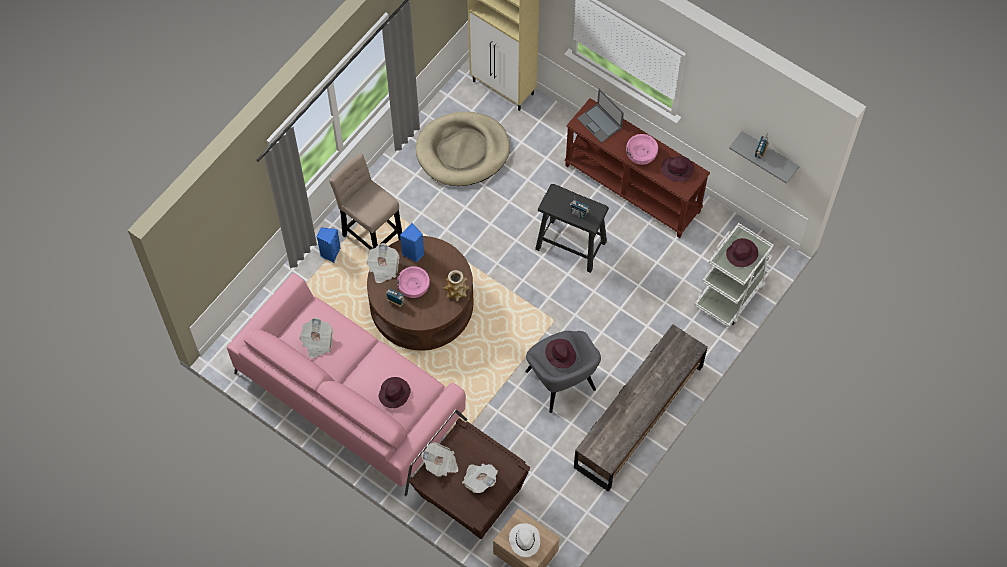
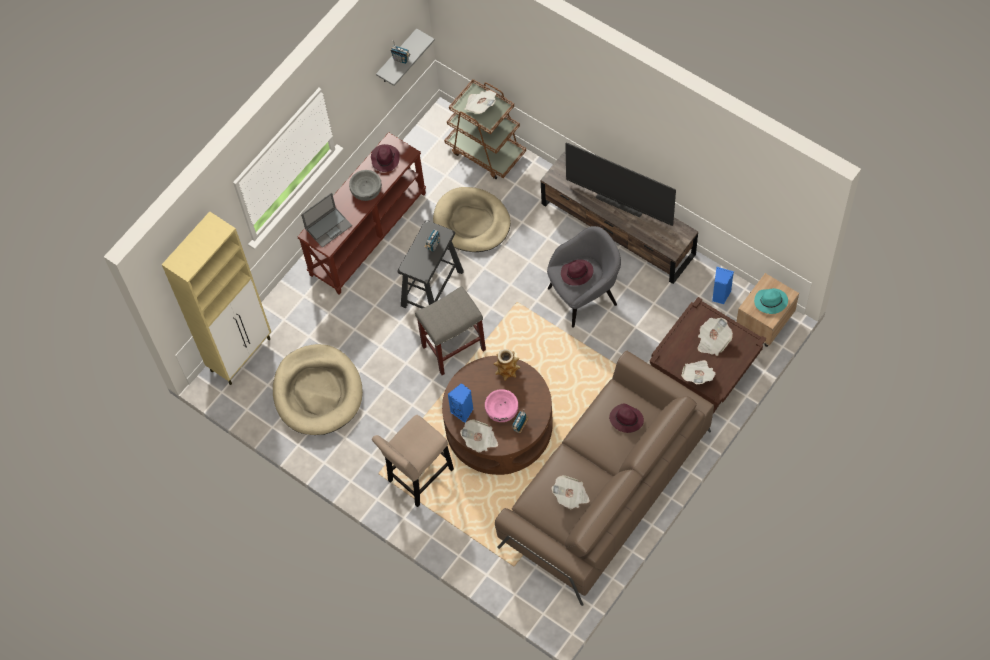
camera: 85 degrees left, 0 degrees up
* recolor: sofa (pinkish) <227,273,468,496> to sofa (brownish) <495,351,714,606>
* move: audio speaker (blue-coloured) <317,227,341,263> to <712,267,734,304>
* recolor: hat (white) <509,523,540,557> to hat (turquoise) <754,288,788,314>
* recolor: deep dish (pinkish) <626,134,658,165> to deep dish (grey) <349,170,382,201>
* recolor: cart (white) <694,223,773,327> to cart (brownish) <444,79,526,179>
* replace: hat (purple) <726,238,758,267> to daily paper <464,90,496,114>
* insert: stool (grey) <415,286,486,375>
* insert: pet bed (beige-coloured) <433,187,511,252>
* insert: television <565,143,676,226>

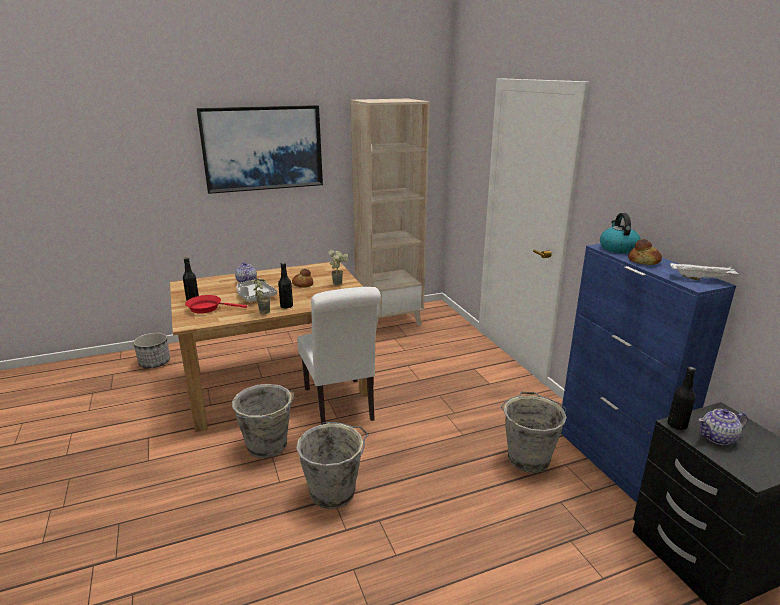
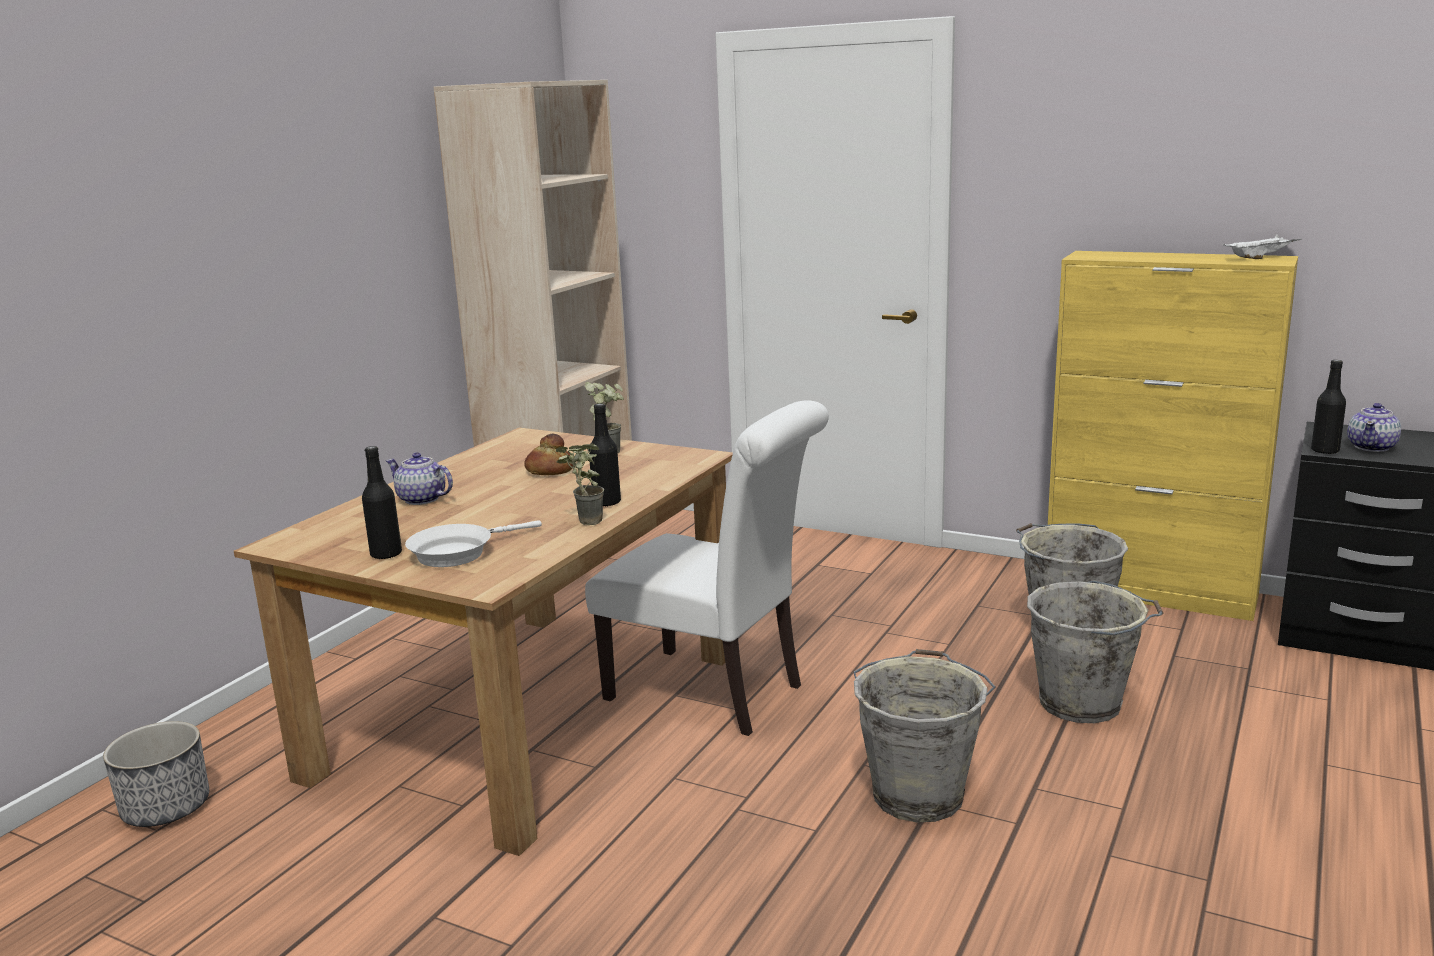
camera: 40 degrees left, 5 degrees down
* recolor: frying pan (reddish) <185,295,247,313> to frying pan (white) <405,520,542,567>
* delete: picture <196,105,323,194>
* move: pail (grey) <232,384,294,458> to <1027,581,1163,723>
* delete: serving tray (grey) <237,278,277,302>
* recolor: cupboard (blue-coloured) <561,244,736,503> to cupboard (yellow-coloured) <1048,251,1298,621>
* delete: tea kettle <600,213,641,253>
* delete: bakery bread <628,239,662,265>

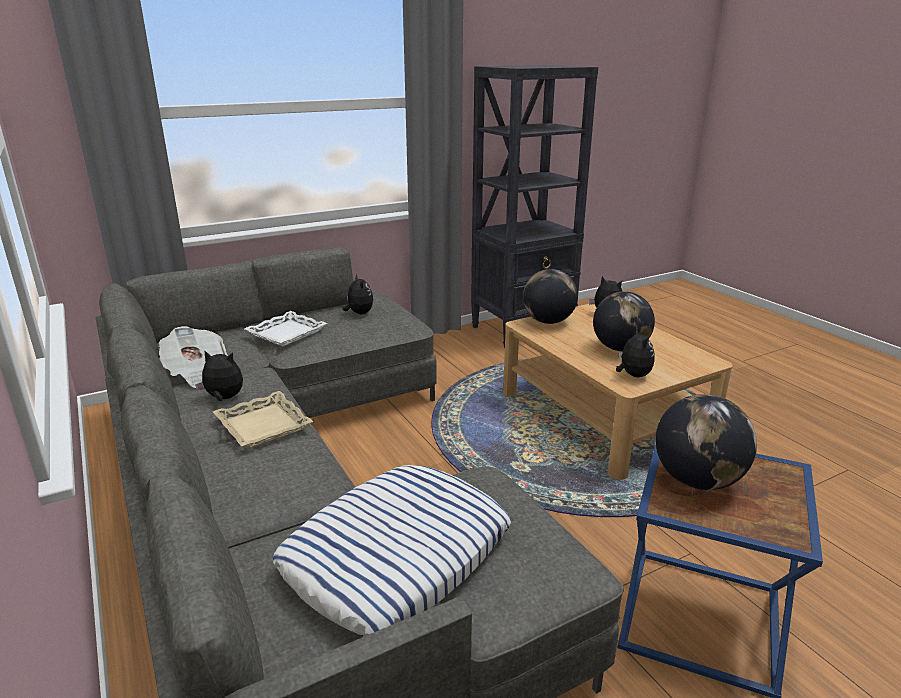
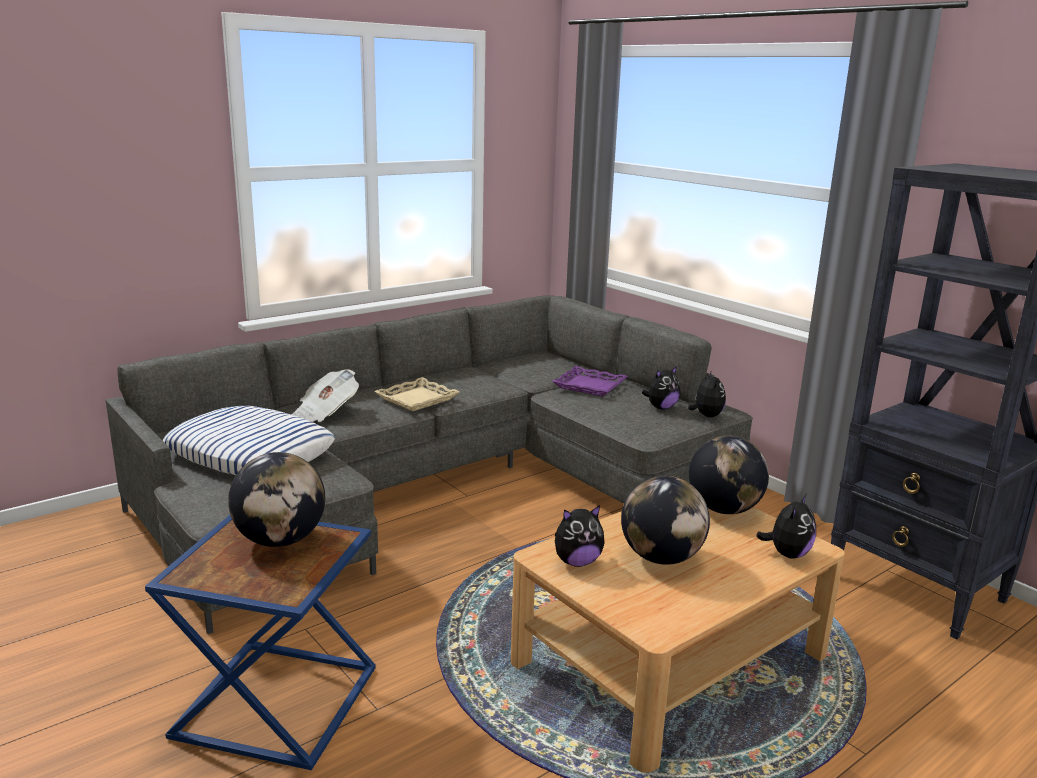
camera: 80 degrees right, 5 degrees down
* move: daily paper <159,326,228,388> to <292,369,359,422>
* move: cuddly toy <195,351,243,401> to <688,370,726,417>
* recolor: serving tray (white) <244,311,328,346> to serving tray (purple) <552,366,628,397>

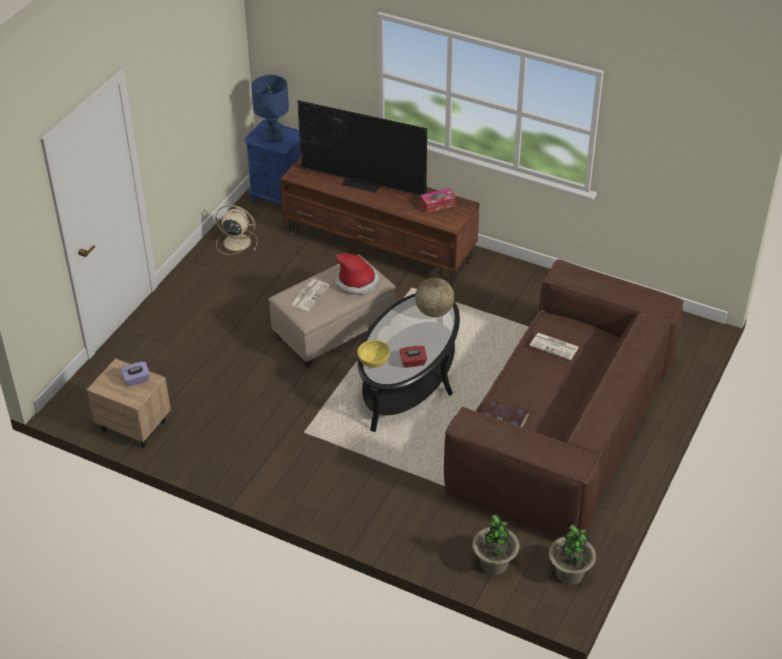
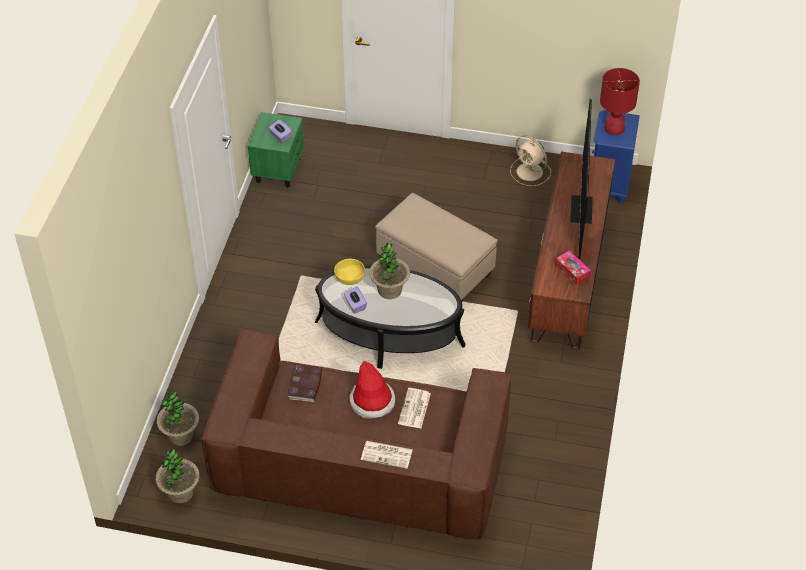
camera: 75 degrees right, 5 degrees up
* recolor: nightstand (beige-coloured) <87,358,171,448> to nightstand (greenish) <248,112,304,188>
* rotate: fan (beige-coloured) <215,205,257,255> = <510,135,551,186> 135 degrees clockwise
* recolor: tabletop lamp (blue-coloured) <251,75,289,143> to tabletop lamp (reddish) <600,68,640,135>
* move: daily paper <290,279,330,311> to <361,441,413,469>
* move: hat <335,253,379,295> to <350,361,395,419>
* recolor: box of tissues (reddish) <399,346,427,367> to box of tissues (purple) <344,286,367,313>
* delete: world globe <415,278,455,317>
* insert: potted plant <369,243,410,299>

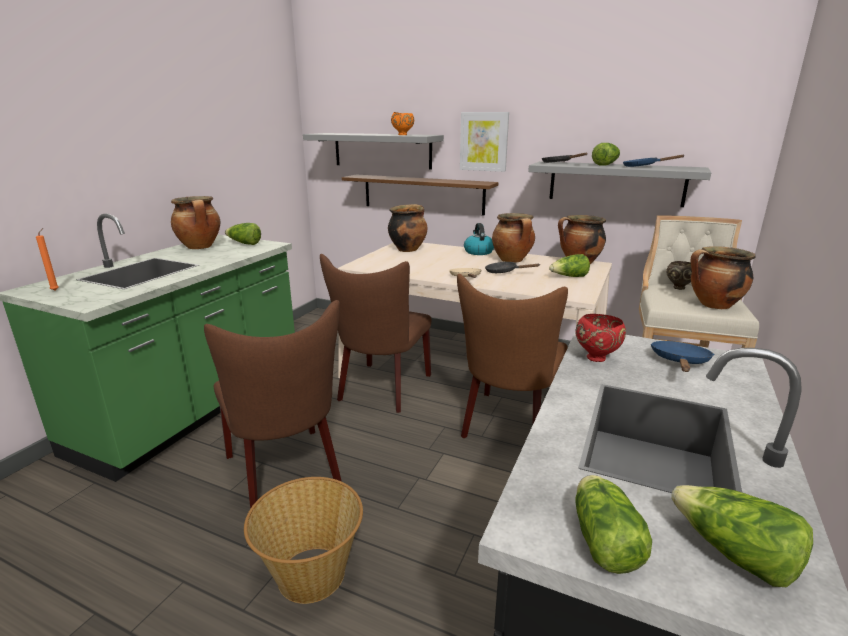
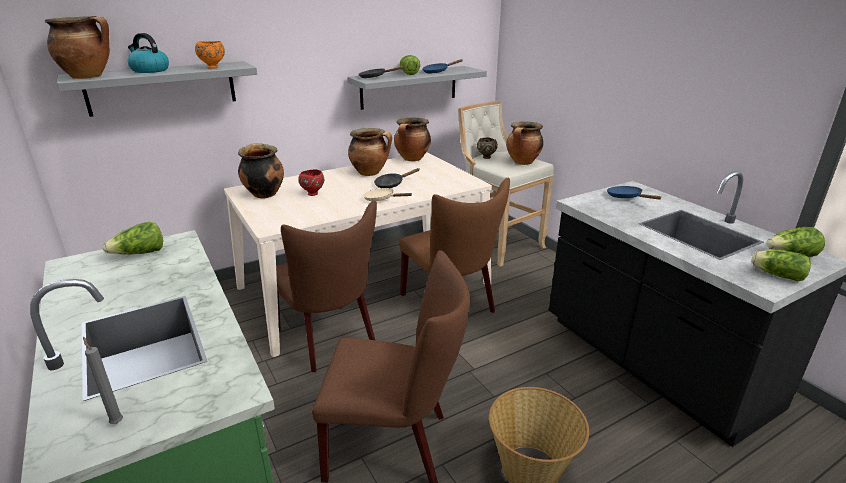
camera: 55 degrees left, 5 degrees up
* recolor: wax light (orange-coloured) <36,228,59,291> to wax light (grey) <83,337,123,424>
* move: saucepot <171,196,220,249> to <45,16,110,79>
* delete: shelf (brownish) <342,175,498,216>
* delete: picture <460,112,509,172>
* move: tea kettle <464,223,494,255> to <128,33,169,73>
* delete: head of lettuce <549,254,590,277>
* move: deep dish (reddish) <576,314,626,362> to <298,169,324,196>

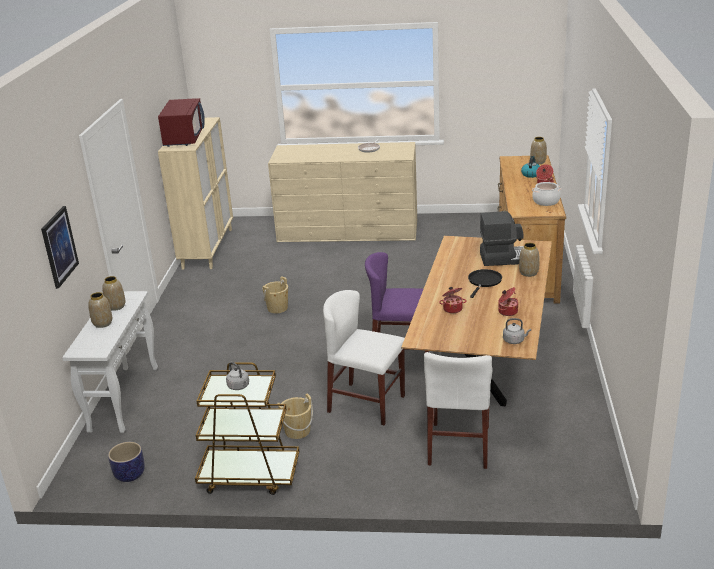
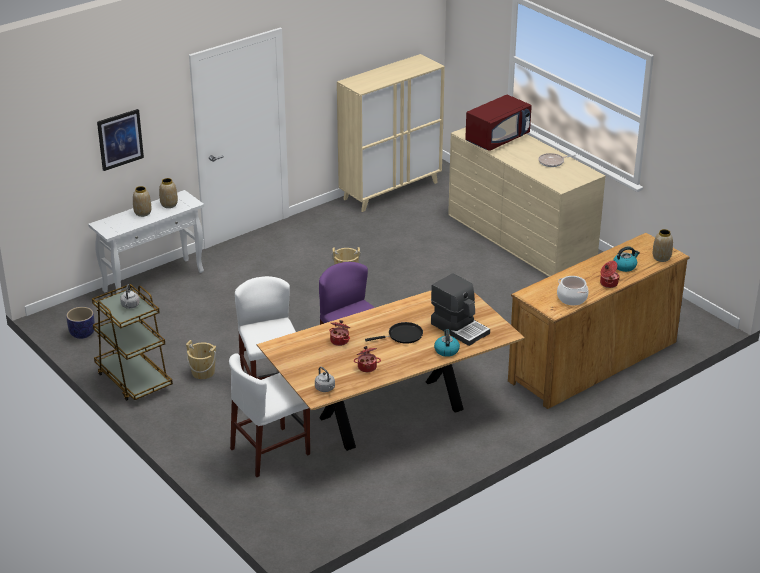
camera: 45 degrees right, 5 degrees up
* move: kitchen microwave (reddish) <158,98,205,147> to <465,95,532,151>
* replace: decorative vase <519,243,540,277> to tea kettle <434,329,460,357>

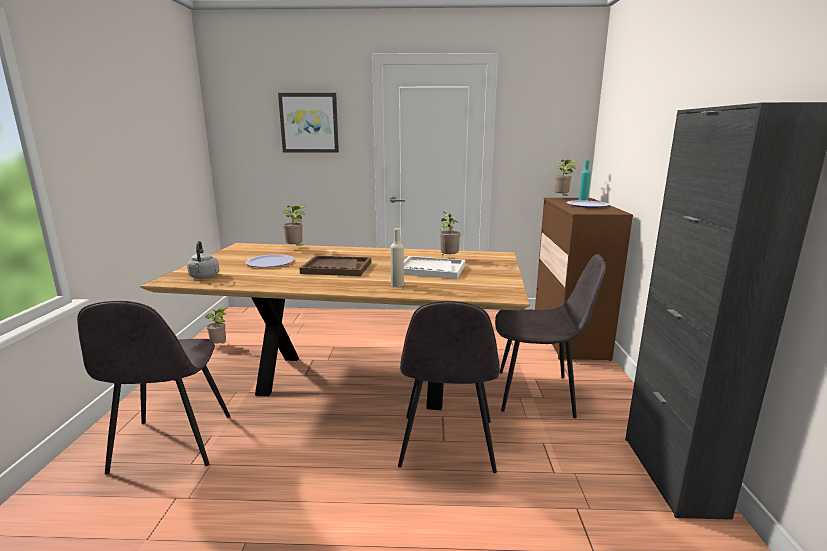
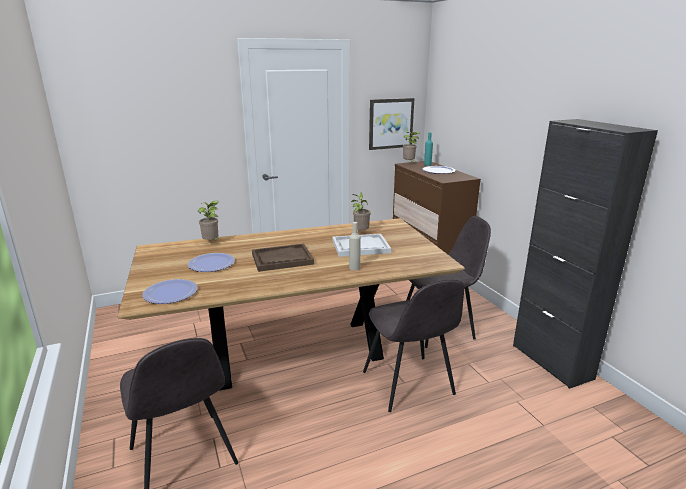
camera: 25 degrees left, 5 degrees up
* replace: tea kettle (grey) <187,241,219,279> to flat dish <142,279,198,304>
* delete: potted plant <206,307,227,344>
* move: picture <278,93,339,152> to <369,98,414,150>

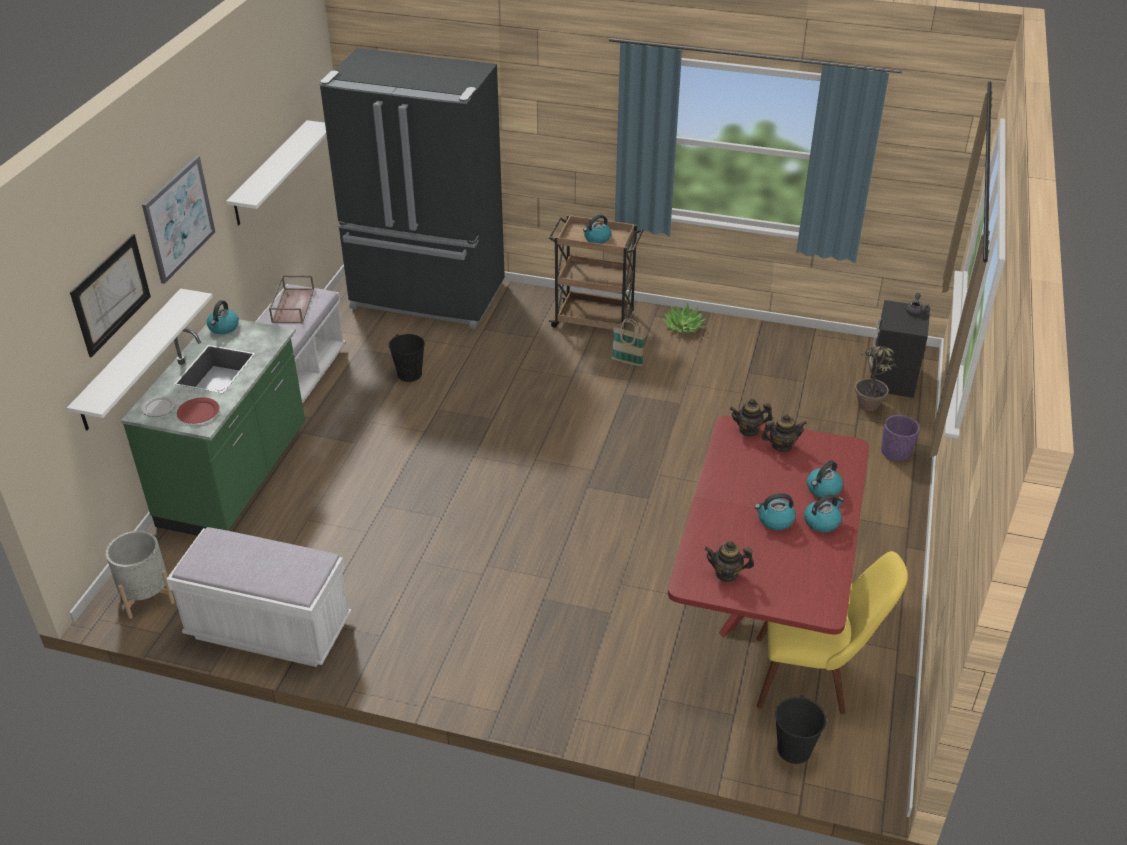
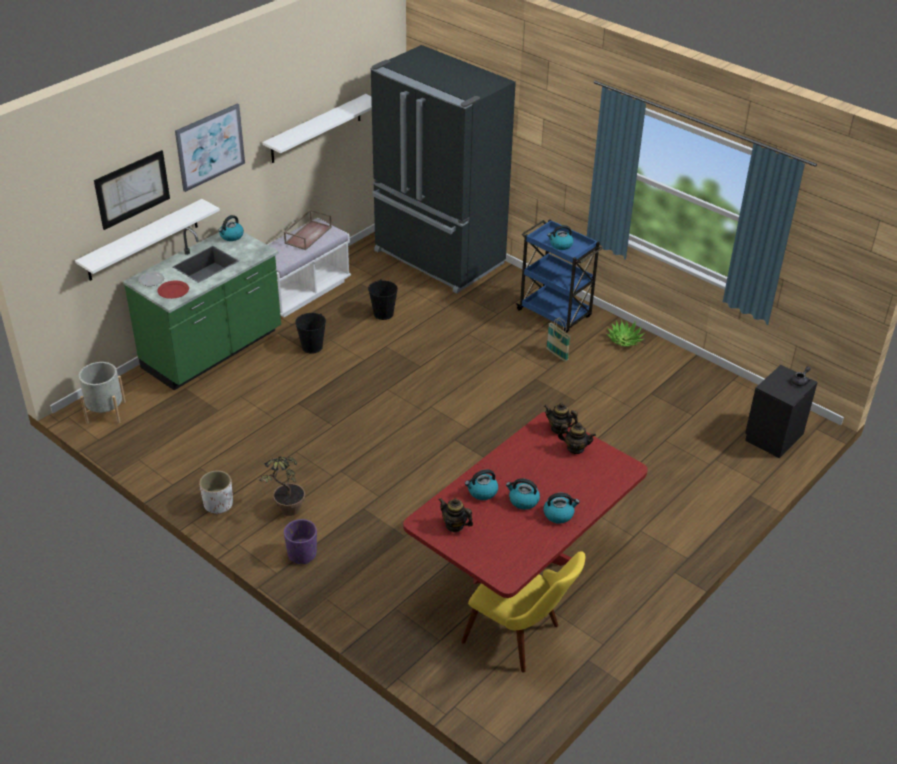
camera: 25 degrees right, 0 degrees up
* delete: bench (white) <167,527,352,667>
* recolor: cart (brownish) <549,215,644,330> to cart (blue-coloured) <516,219,603,333>
* move: pail (black-coloured) <775,695,827,764> to <295,313,326,354>
* move: tea kettle <807,460,843,497> to <465,469,498,500>
* move: potted plant <855,346,897,411> to <257,457,305,516>
* move: flower pot (purple) <881,415,920,461> to <284,519,317,564>
* insert: flower pot (white) <199,470,233,515>

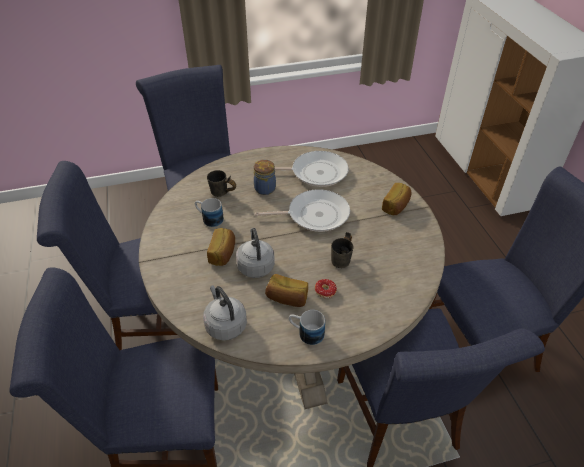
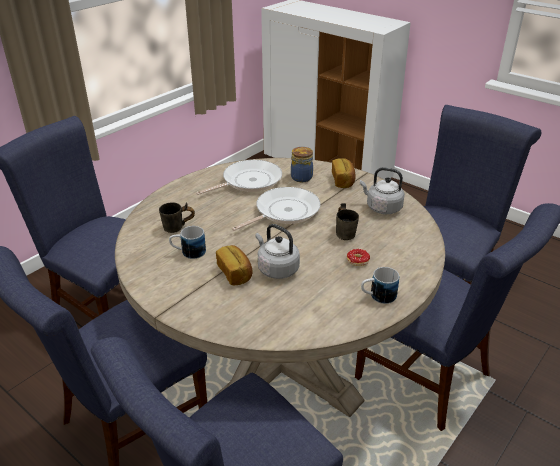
camera: 35 degrees left, 10 degrees down
* move: tea kettle (grey) <203,285,247,340> to <360,167,405,214>
* move: storage jar <254,160,276,195> to <291,147,313,182>
* delete: bakery bread <265,274,308,307>

